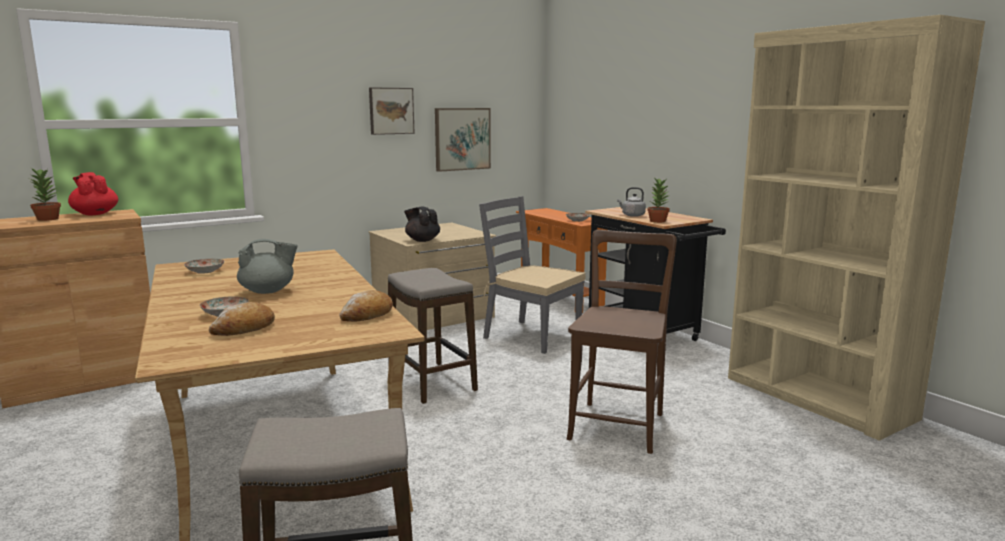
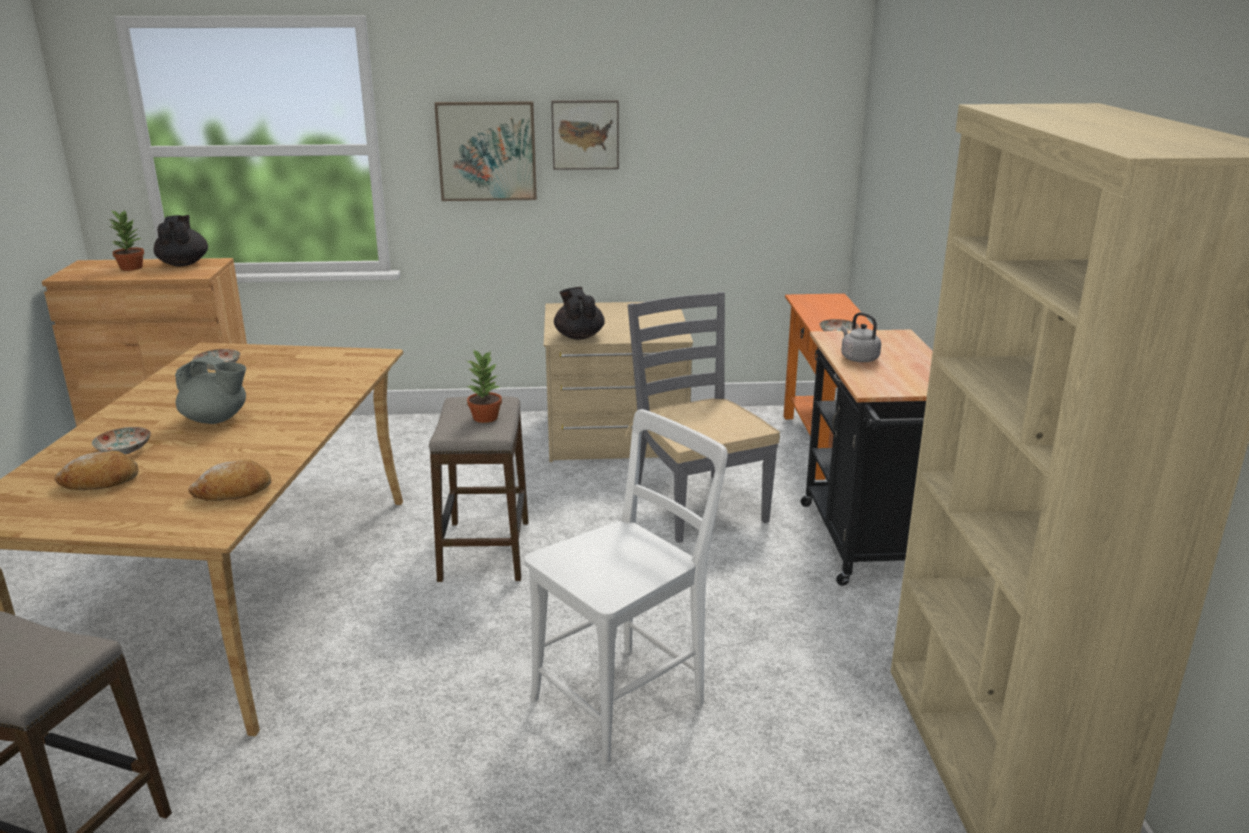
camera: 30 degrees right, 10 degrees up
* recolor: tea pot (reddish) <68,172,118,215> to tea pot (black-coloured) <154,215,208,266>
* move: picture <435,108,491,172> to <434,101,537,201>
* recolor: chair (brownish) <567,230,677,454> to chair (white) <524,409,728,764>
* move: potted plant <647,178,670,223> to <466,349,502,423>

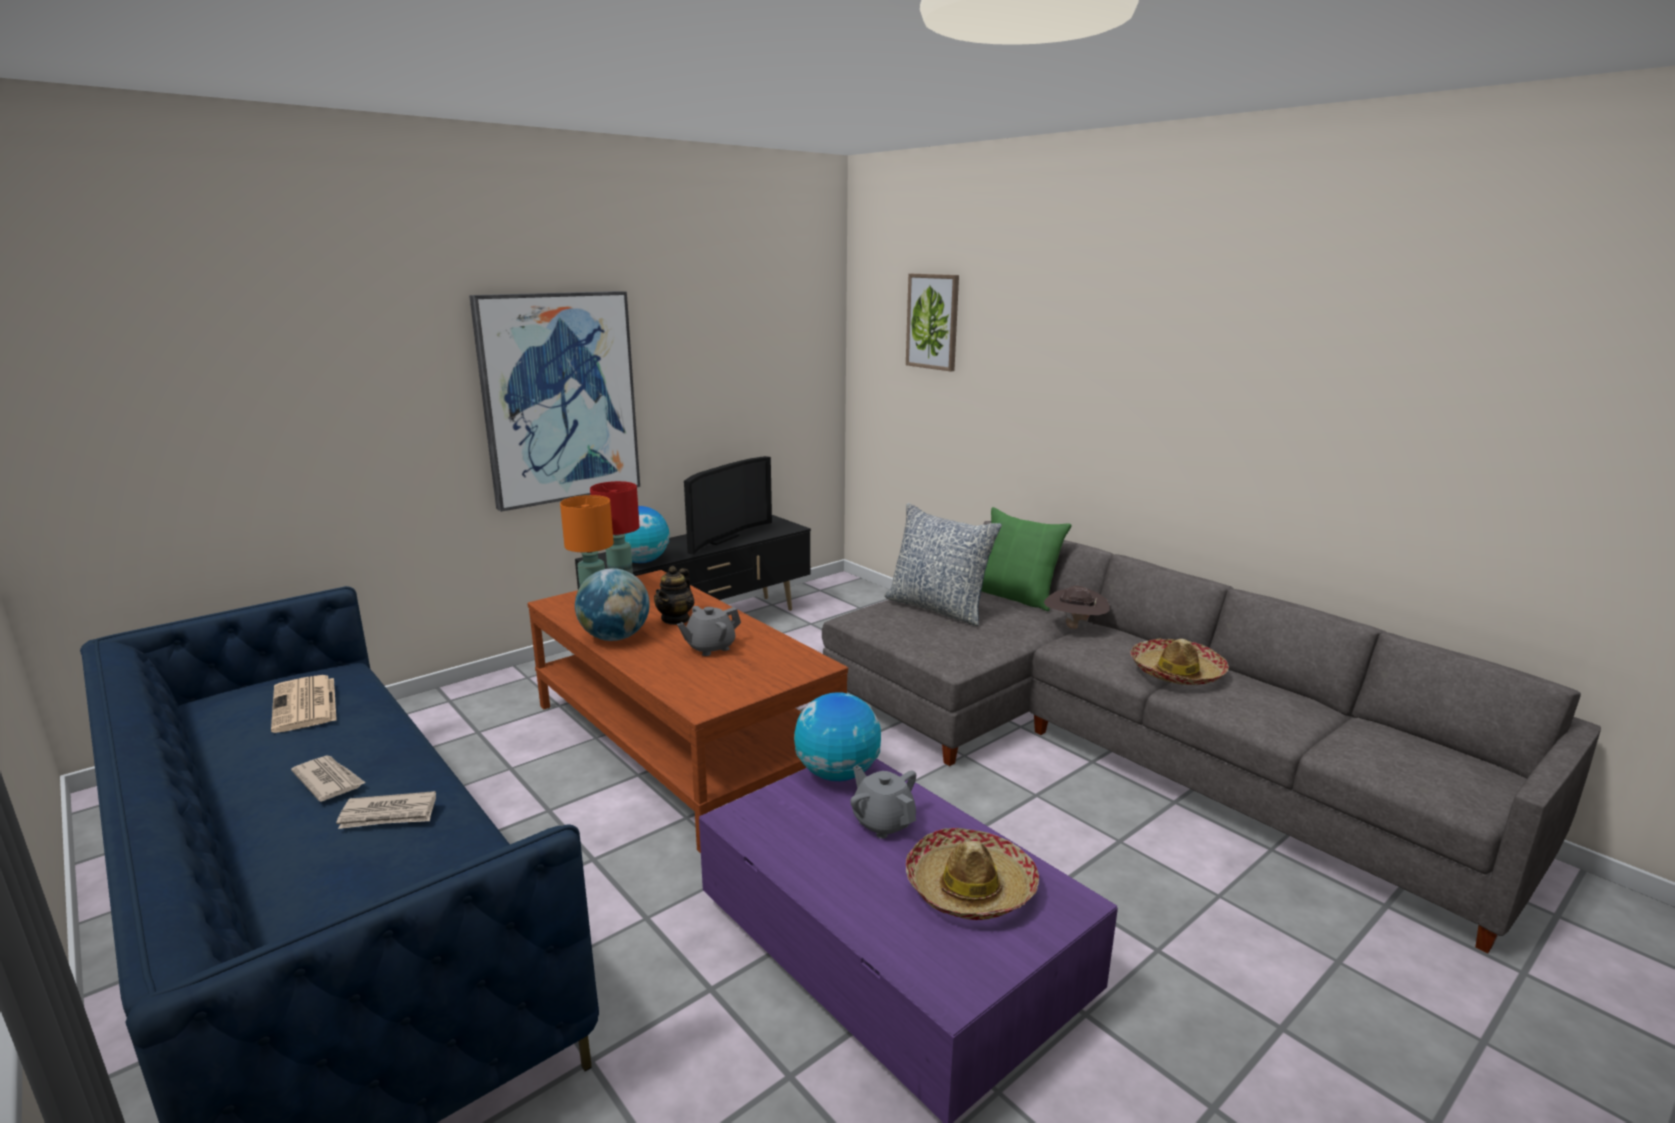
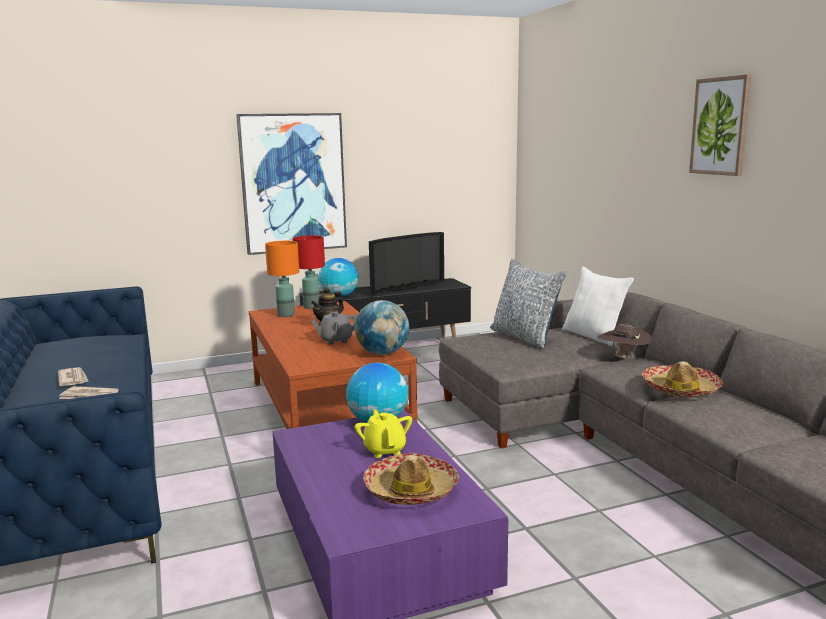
camera: 20 degrees right, 5 degrees down
* delete: daily paper <271,675,337,733>
* move: world globe <575,568,650,641> to <355,300,409,355>
* recolor: tea pot (grey) <850,765,916,839> to tea pot (yellow-coloured) <355,410,412,458>
* move: picture <906,274,959,372> to <689,74,752,176>
* recolor: pillow (greenish) <981,507,1072,611> to pillow (white) <562,266,634,346>

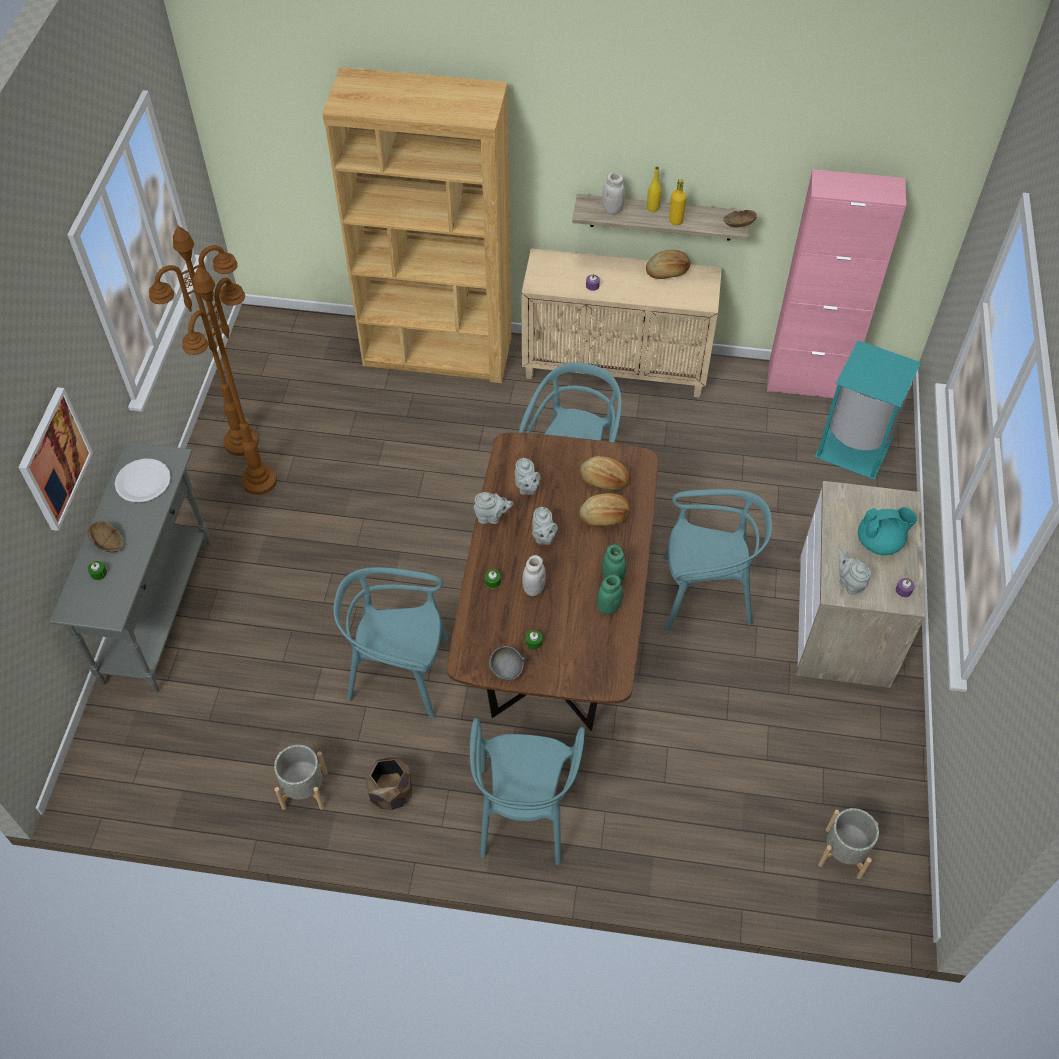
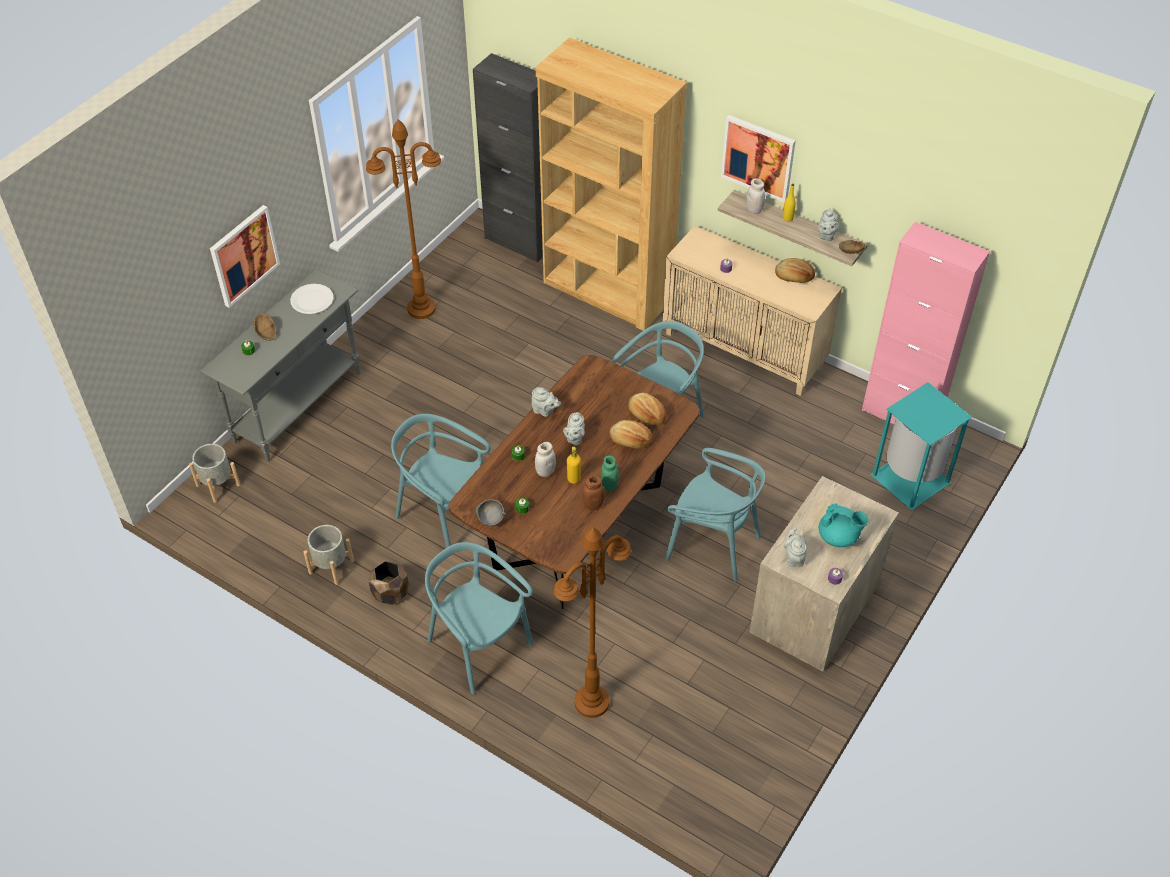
camera: 25 degrees right, 5 degrees down
* move: floor lamp (brownish) <182,267,277,495> to <554,528,631,718>
* rotate: chair (turquoise) <470,718,585,865> = <425,542,533,694> 105 degrees clockwise
* move: tea pot (grey) <515,458,541,495> to <818,208,839,241>
* recolor: storage jar (greenish) <597,575,623,615> to storage jar (brownish) <582,476,604,510>
* move: bottle (yellow-coloured) <669,179,687,225> to <567,447,581,484>
* move: flower pot (grey) <818,808,879,879> to <189,444,240,503>
* insert: cupboard (black-coloured) <473,53,543,262>
* insert: picture <721,115,796,203>

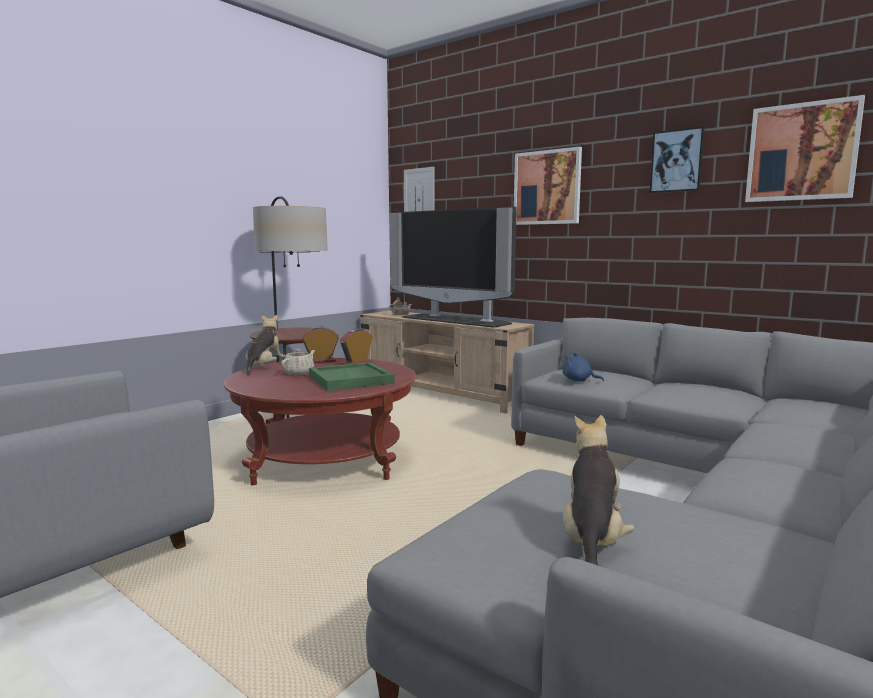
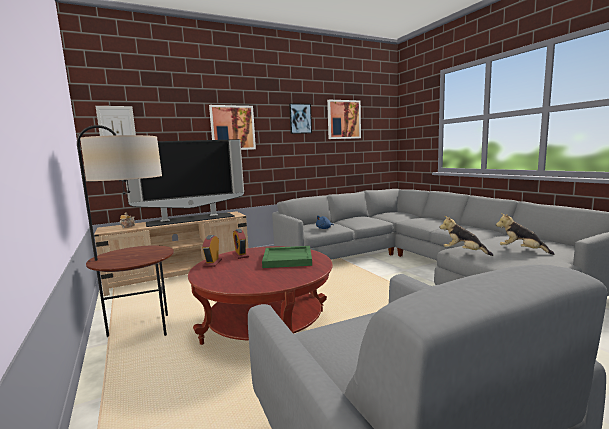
camera: 65 degrees left, 0 degrees up
* move: cuddly toy <246,314,285,376> to <440,216,493,256>
* delete: tea pot (beige-coloured) <281,349,315,375>

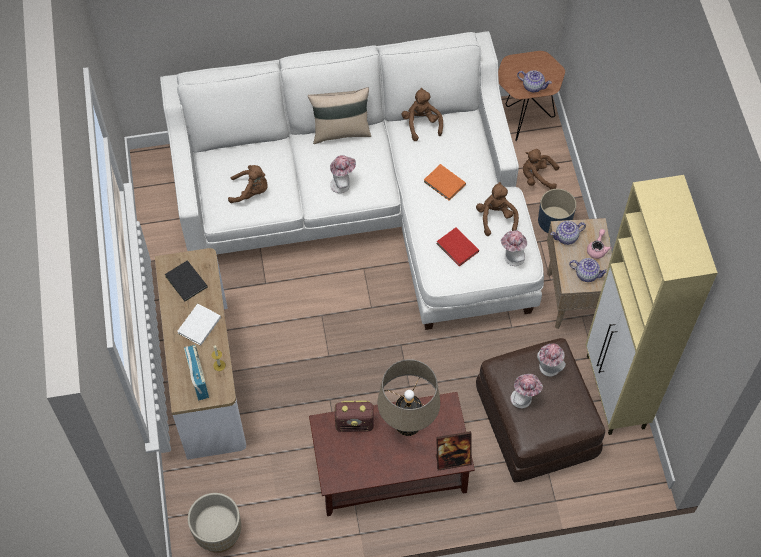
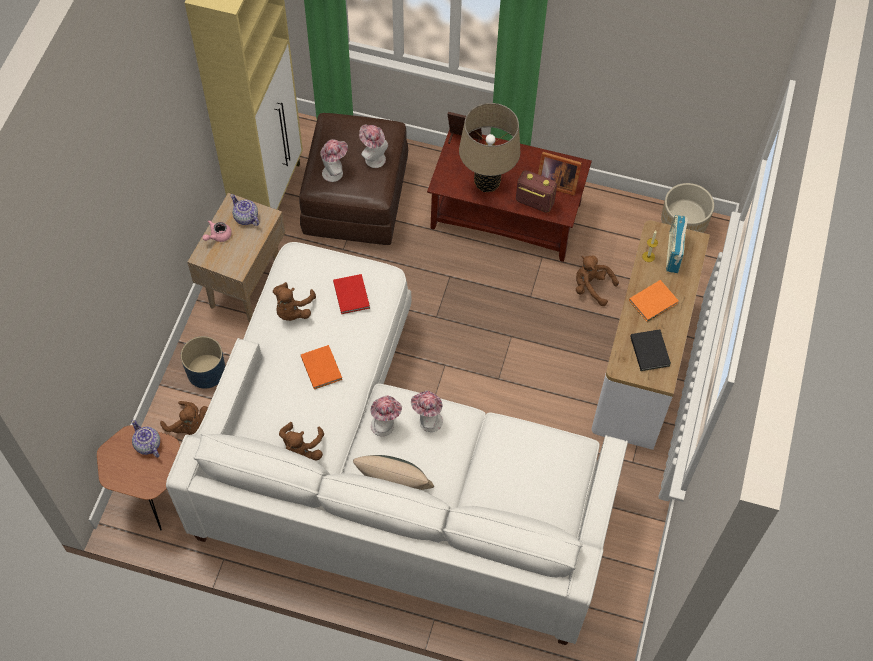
camera: 155 degrees left, 0 degrees up
* recolor: bound book (white) <177,303,221,346> to bound book (orange-coloured) <629,280,679,322>
* move: cuddly toy (brownish) <228,165,268,203> to <576,256,619,306>
* move: hat <501,230,527,266> to <370,395,402,436>
* delete: tea pot <551,221,586,245>
* insert: photo frame <538,152,582,196>

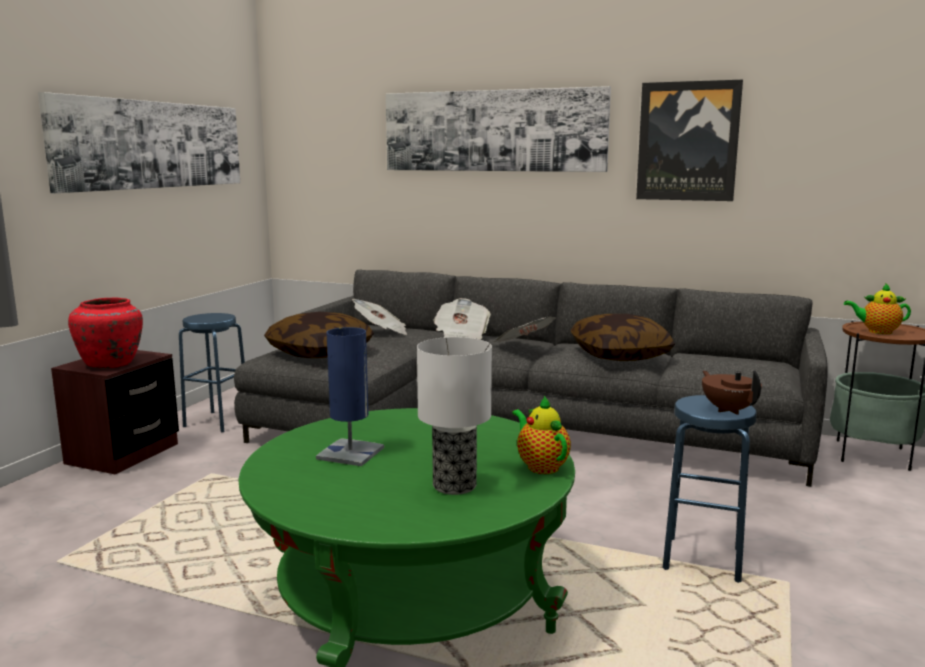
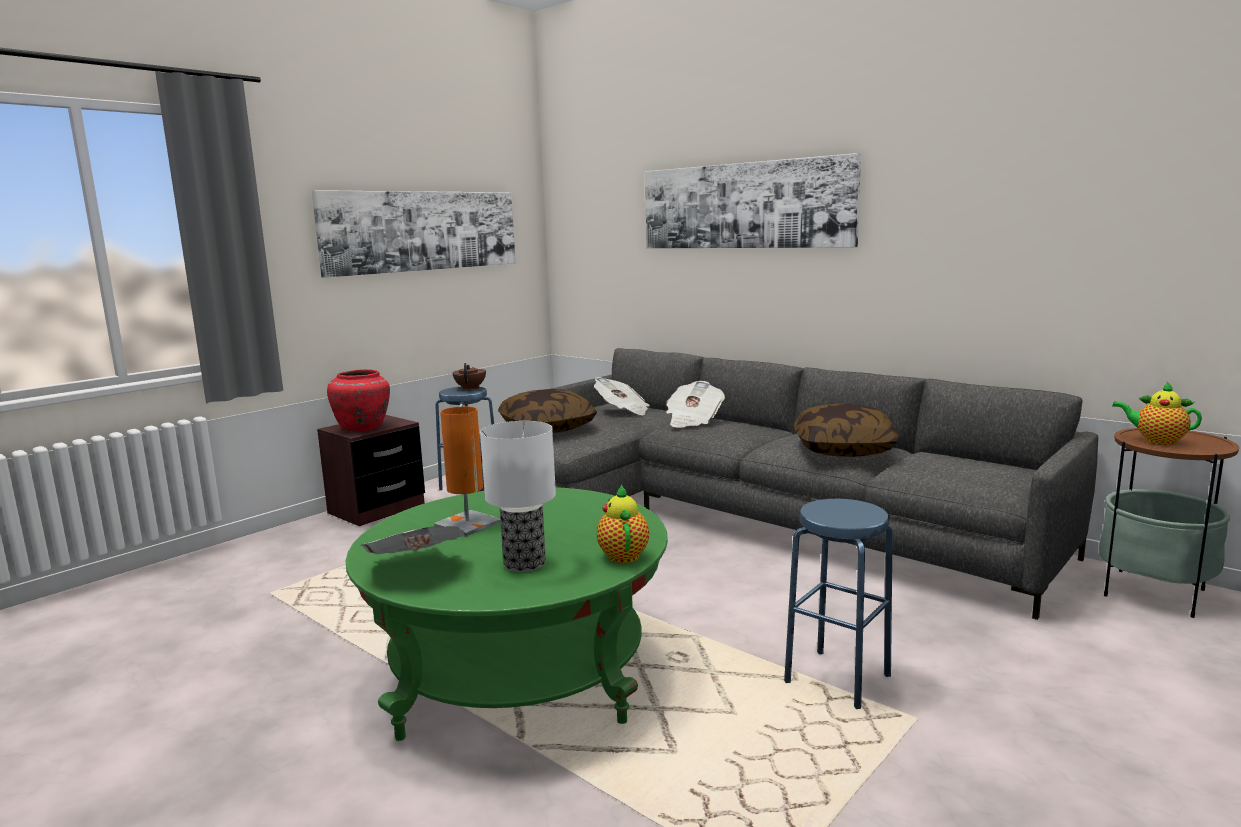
camera: 20 degrees right, 0 degrees up
* recolor: tabletop lamp (blue-coloured) <316,327,384,466> to tabletop lamp (orange-coloured) <434,406,501,537>
* move: daily paper <493,316,556,342> to <360,526,467,554>
* delete: picture <636,80,743,201>
* move: tea pot (brownish) <702,370,762,415> to <452,363,486,390>

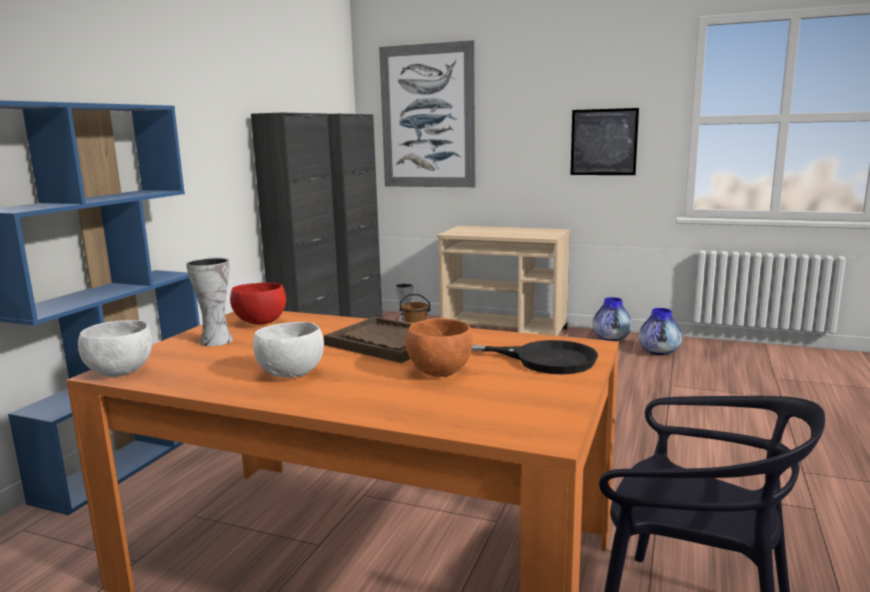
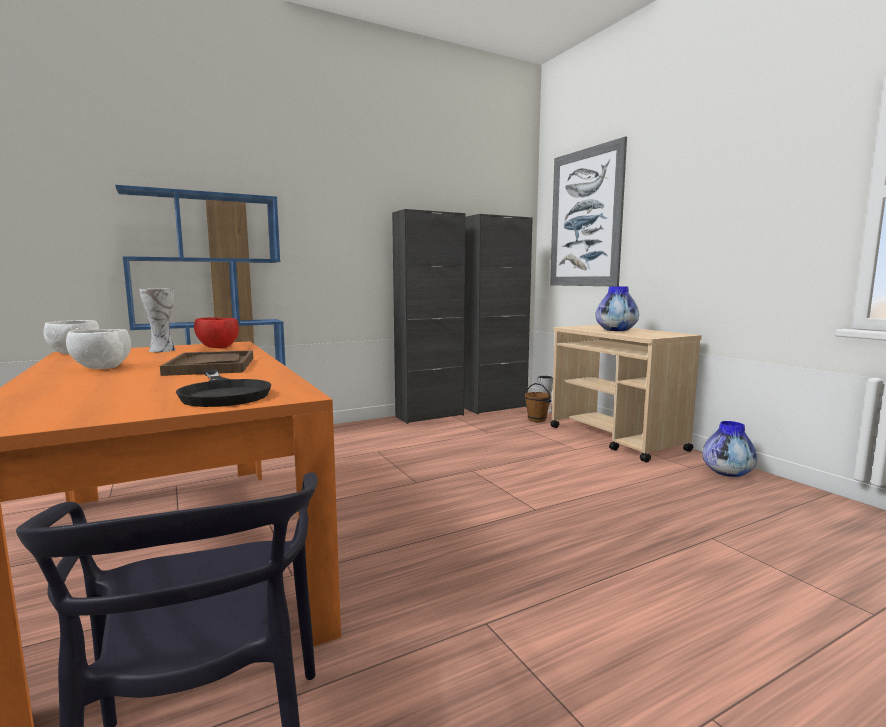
camera: 40 degrees right, 5 degrees down
* delete: deep dish (orange-coloured) <406,318,473,377>
* delete: picture <570,108,639,175>
* move: decorative vase <638,308,682,355> to <595,286,639,331>

